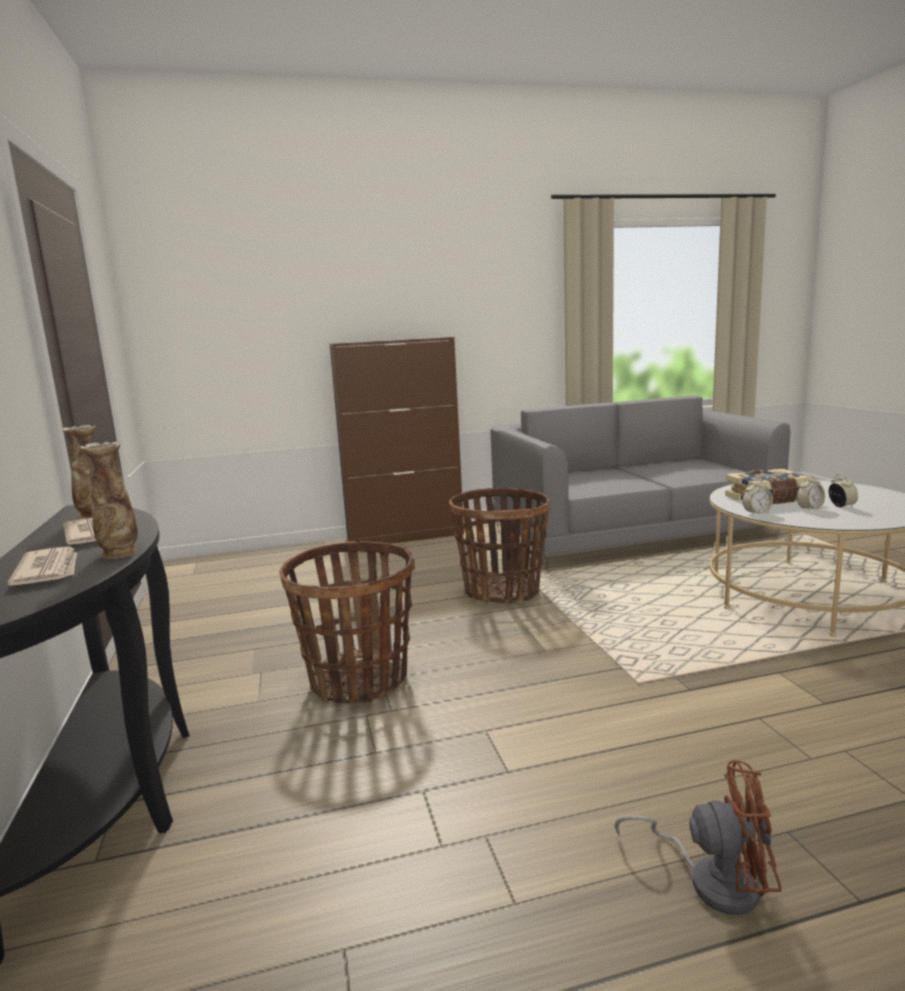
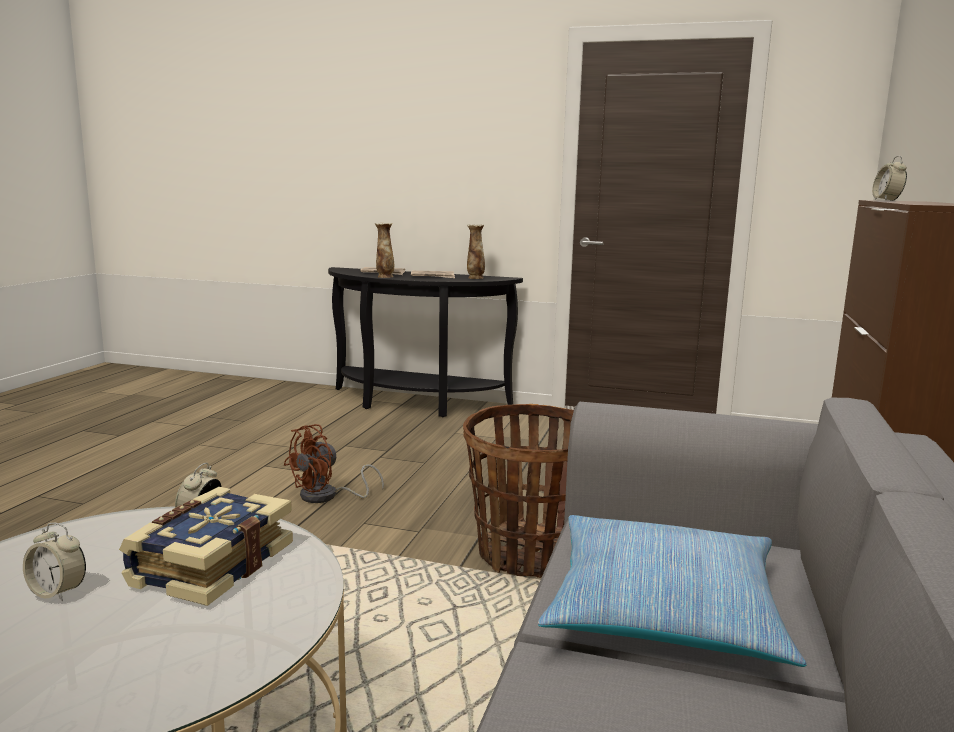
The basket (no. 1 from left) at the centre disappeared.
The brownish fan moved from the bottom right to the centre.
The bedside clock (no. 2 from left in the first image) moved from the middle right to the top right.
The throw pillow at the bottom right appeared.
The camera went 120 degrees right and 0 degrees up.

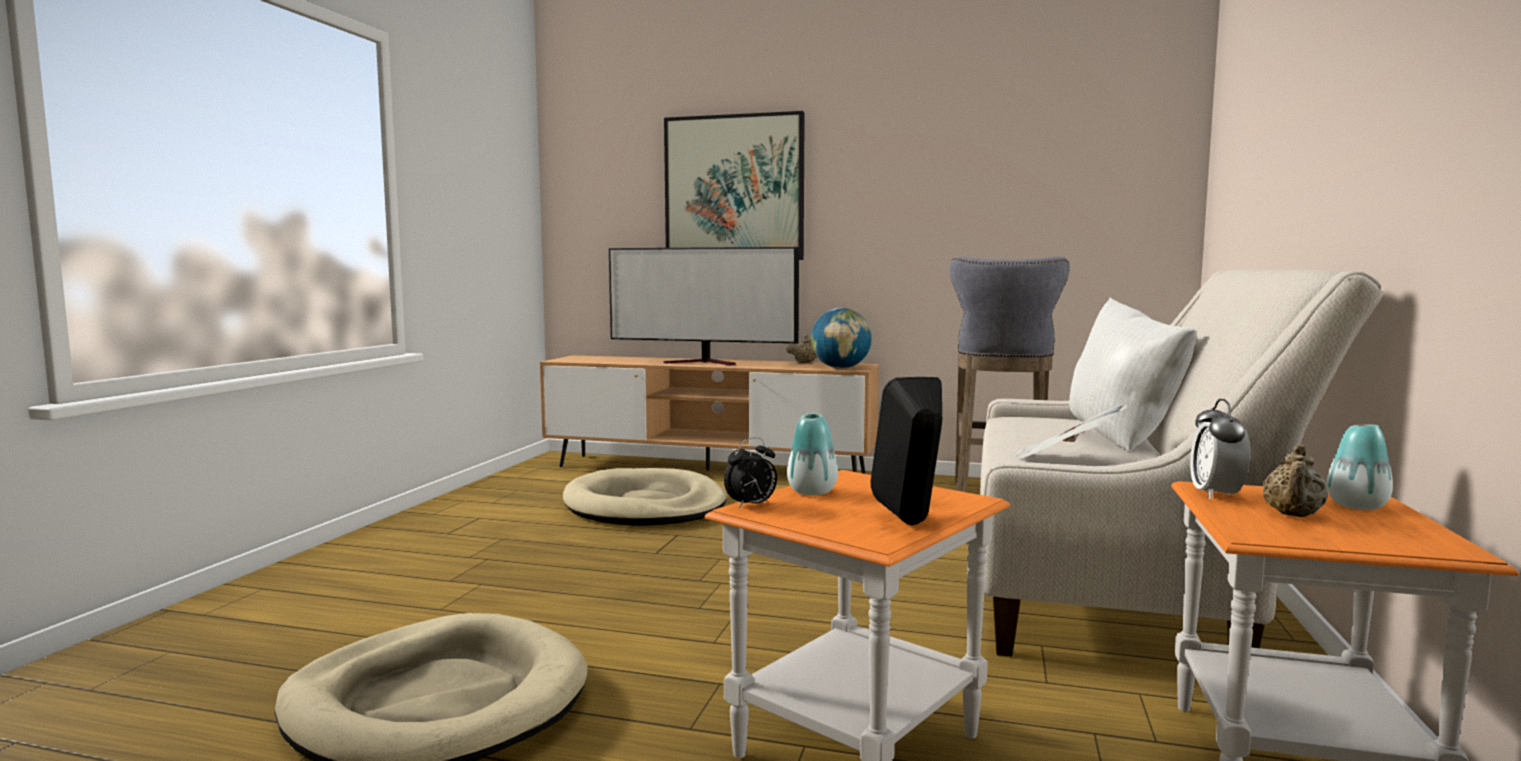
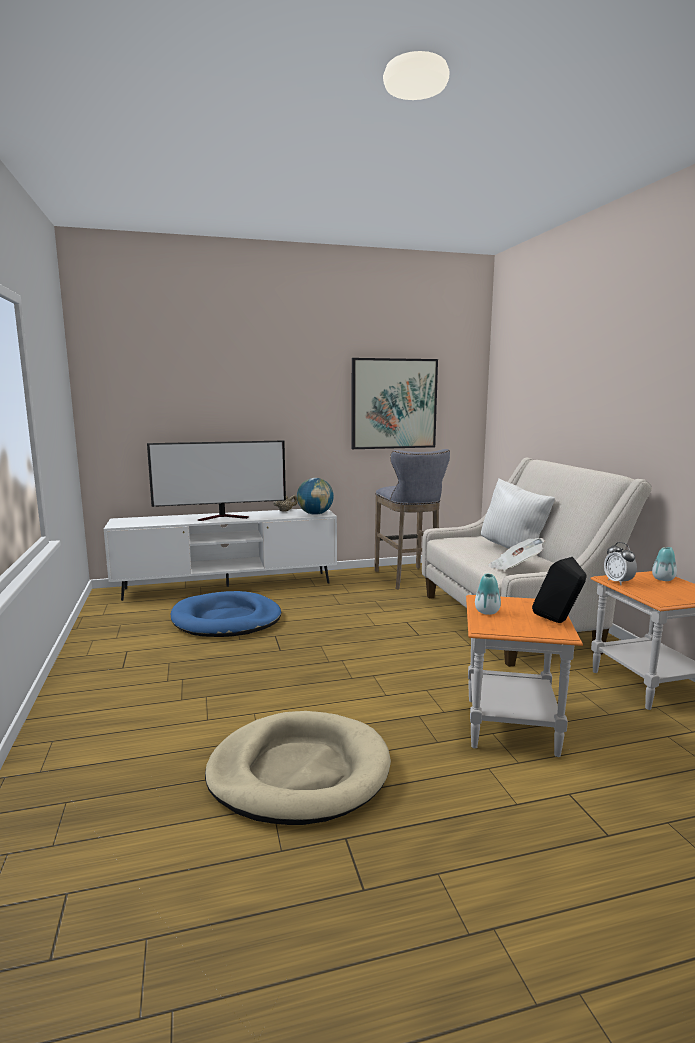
The brownish media console at the centre became the white media console at the middle left.
The sand-coloured pet bed (no. 2 from left) at the centre became the blue pet bed at the middle left.
The wall art moved from the top centre to the centre.
The bedside clock (no. 1 from left) at the centre disappeared.
The sand-coloured teapot (no. 2 from left) at the middle right disappeared.
The camera went 30 degrees left and 5 degrees up.

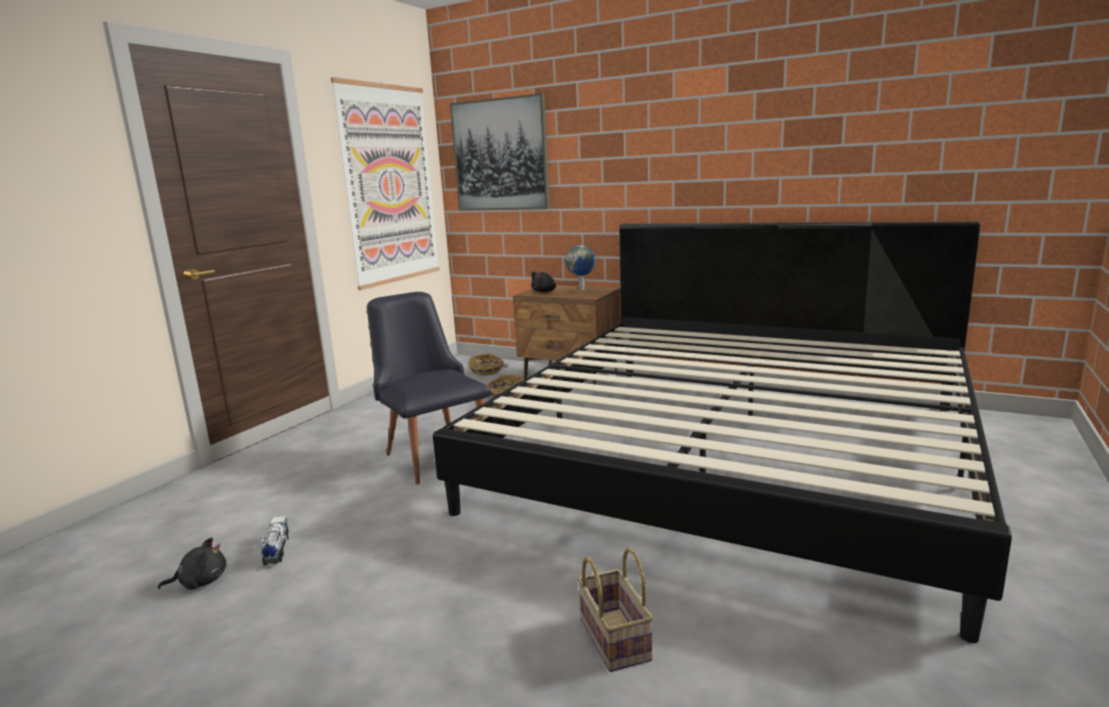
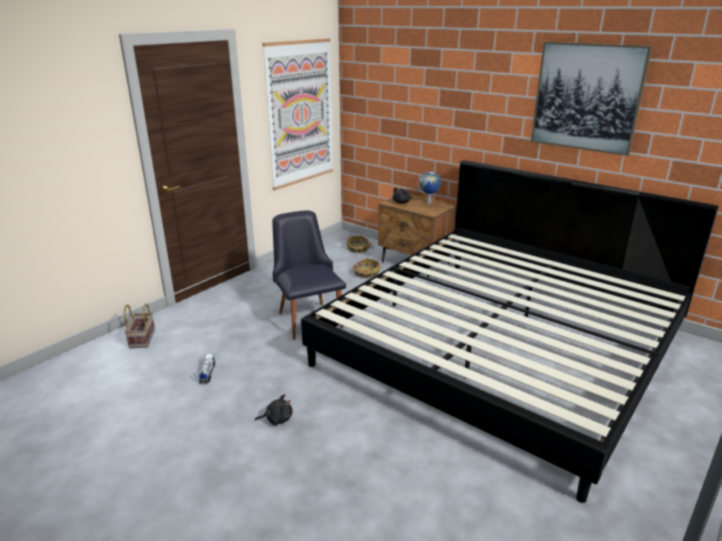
The black plush toy (no. 1 from left) moved from the bottom left to the bottom centre.
The wall art (no. 2 from left) moved from the top centre to the top right.
The basket (no. 3 from left in the first image) moved from the bottom centre to the middle left.
The camera went 10 degrees right and 10 degrees up.

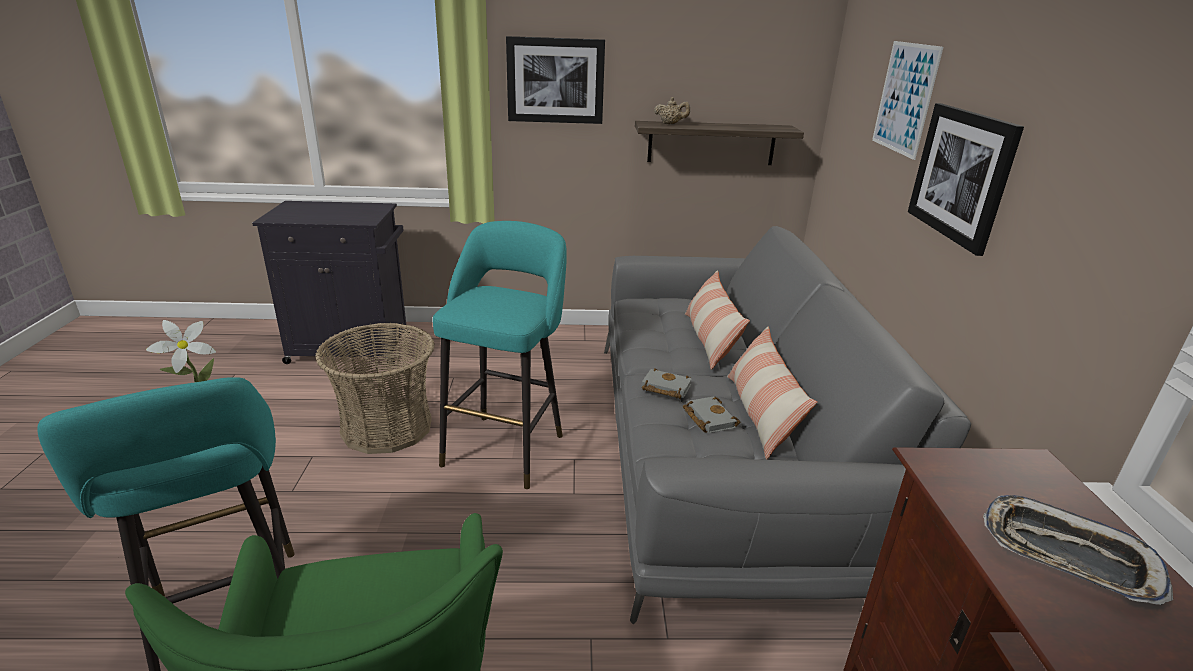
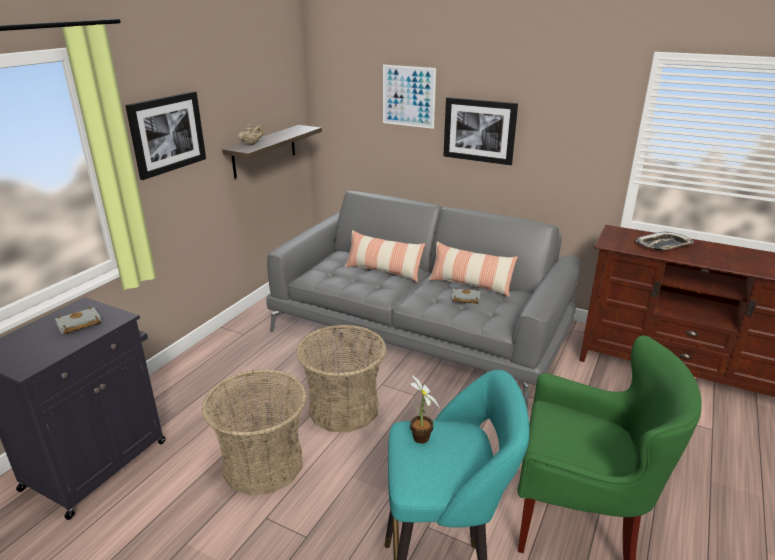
The turquoise-coloured stool (no. 2 from left) at the centre was replaced by the basket (no. 2 from left) at the bottom centre.
The gray book (no. 1 from left) moved from the centre to the middle left.
The camera went 60 degrees left and 0 degrees up.

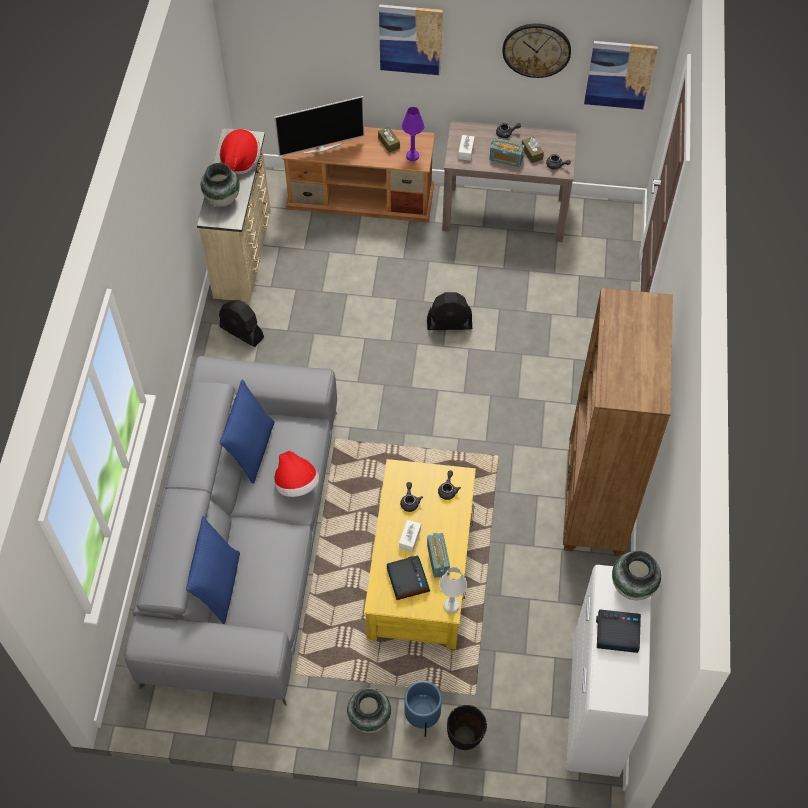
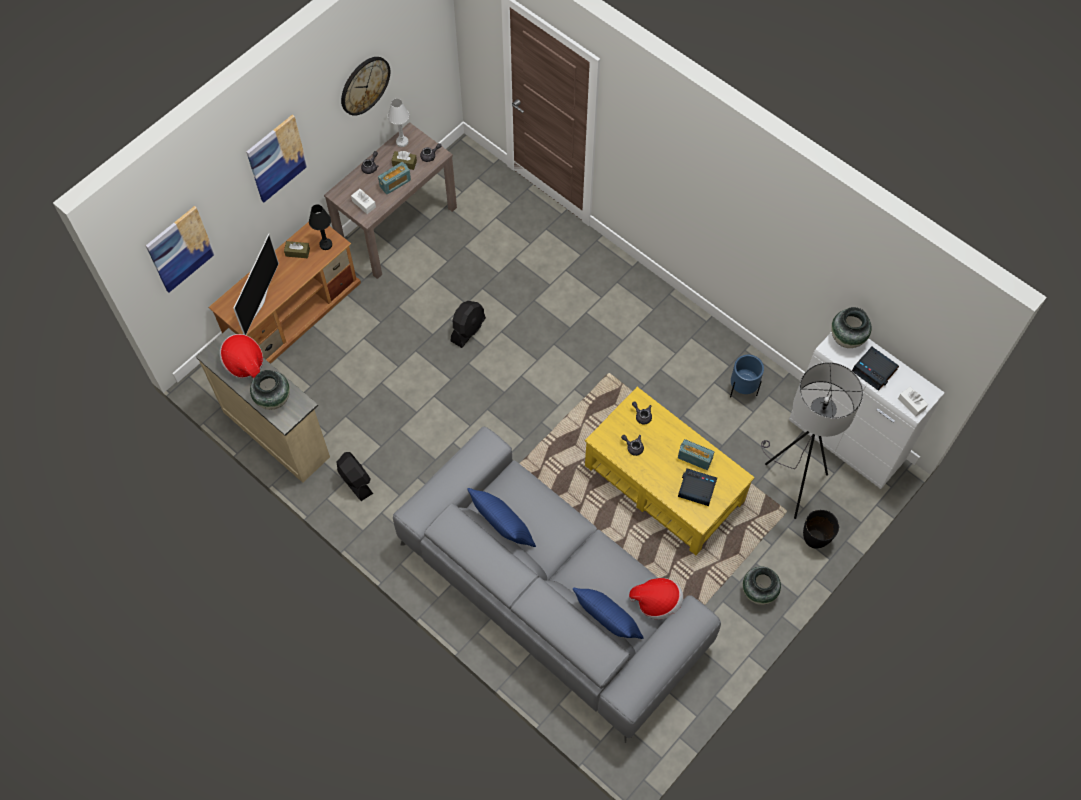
The black fan (no. 1 from left) at the middle left turned 105 degrees counterclockwise.
The hat (no. 2 from left) moved from the centre to the bottom centre.
The white box of tissues (no. 1 from left in the first image) moved from the centre to the middle right.
The purplish table lamp at the top centre became the black table lamp at the top left.
The blue plant pot moved from the bottom centre to the middle right.
The white table lamp moved from the bottom centre to the top centre.
The brownish bookshelf at the middle right disappeared.
The wall art (no. 2 from left in the first image) moved from the top right to the top left.
The bedside clock (no. 2 from left) at the bottom right turned 90 degrees counterclockwise.
The gray floor lamp at the middle right appeared.
The camera went 55 degrees left and 5 degrees up.

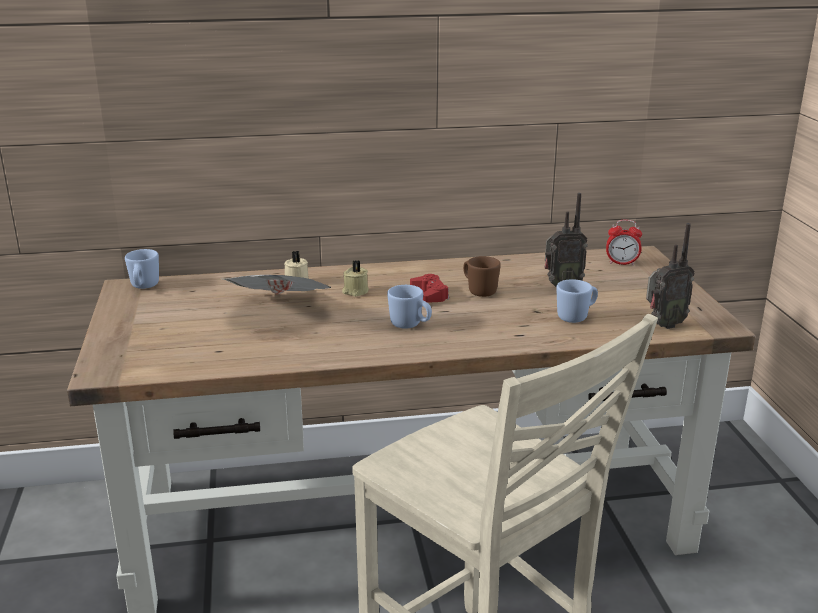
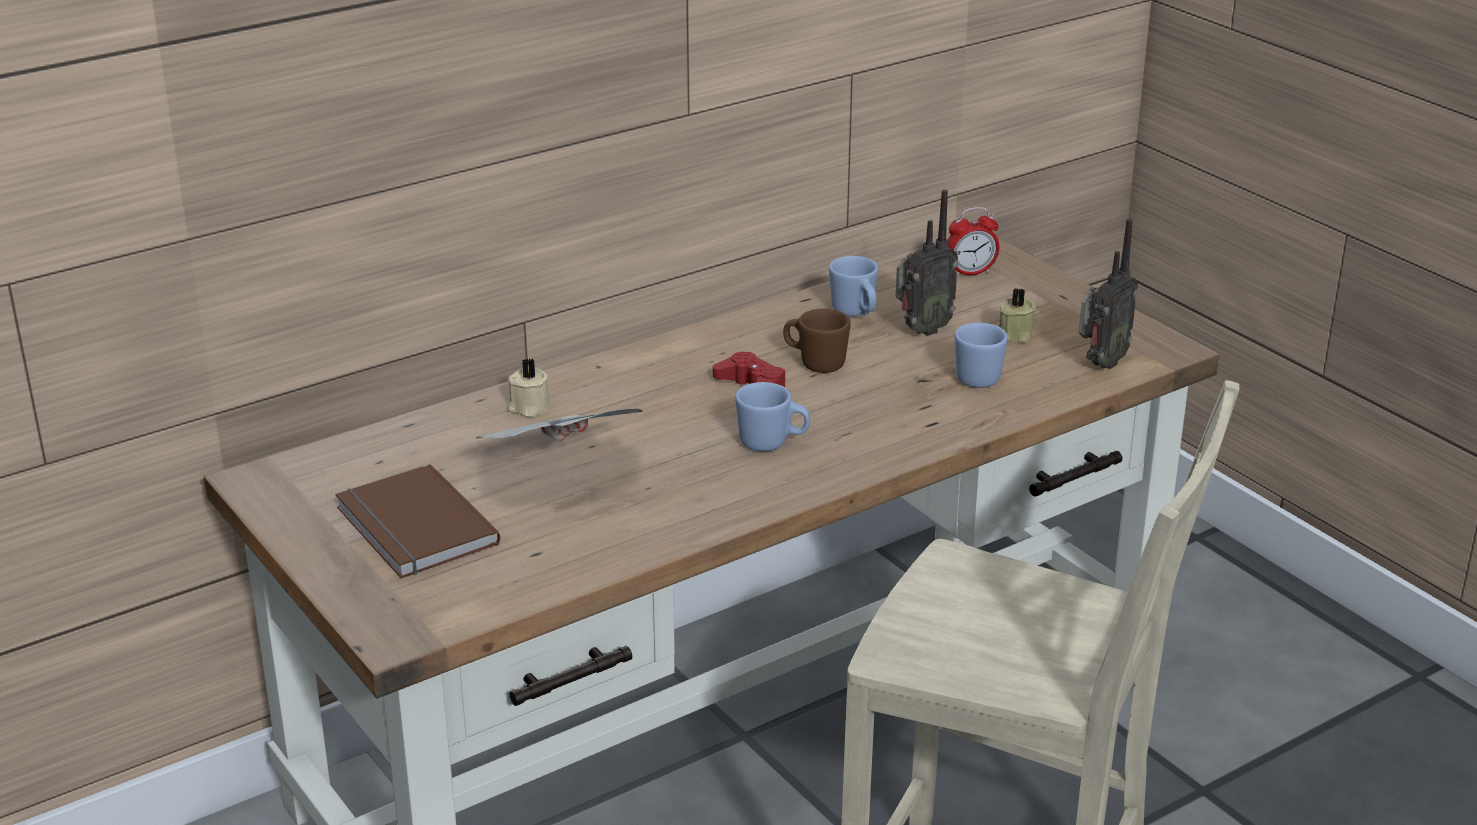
The blue coffee mug (no. 1 from left in the first image) moved from the middle left to the centre.
The sand-coloured candle (no. 2 from left) moved from the centre to the middle right.
The brownish book at the middle left appeared.
The camera went 25 degrees left and 5 degrees up.

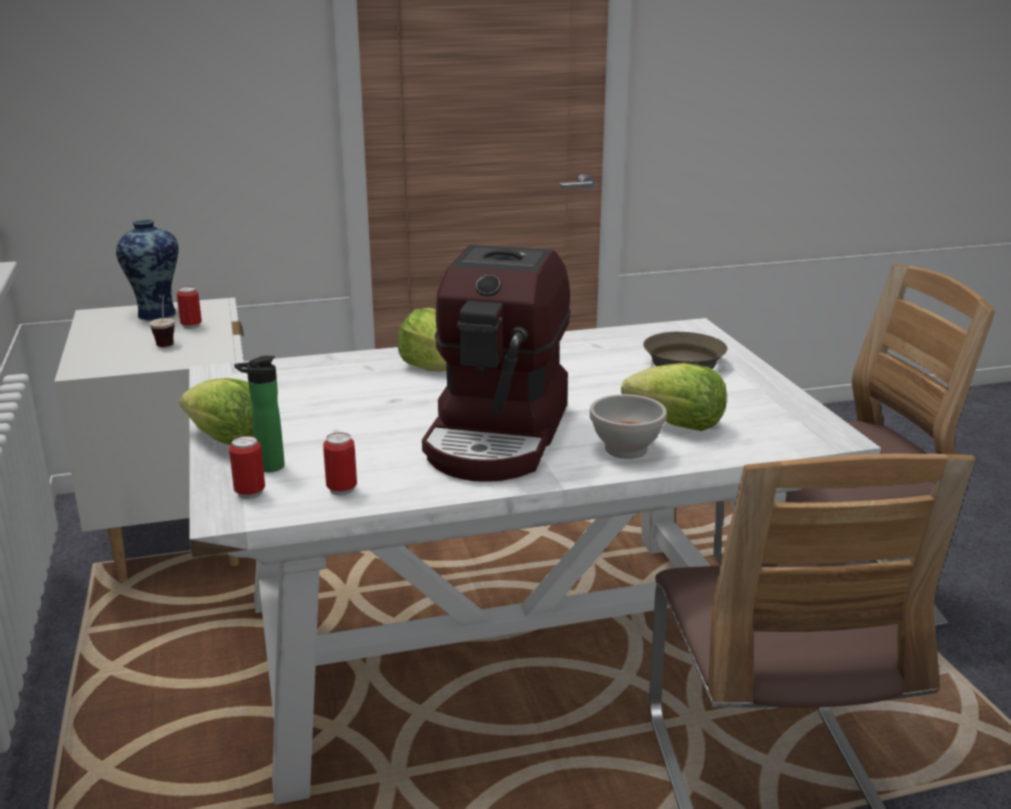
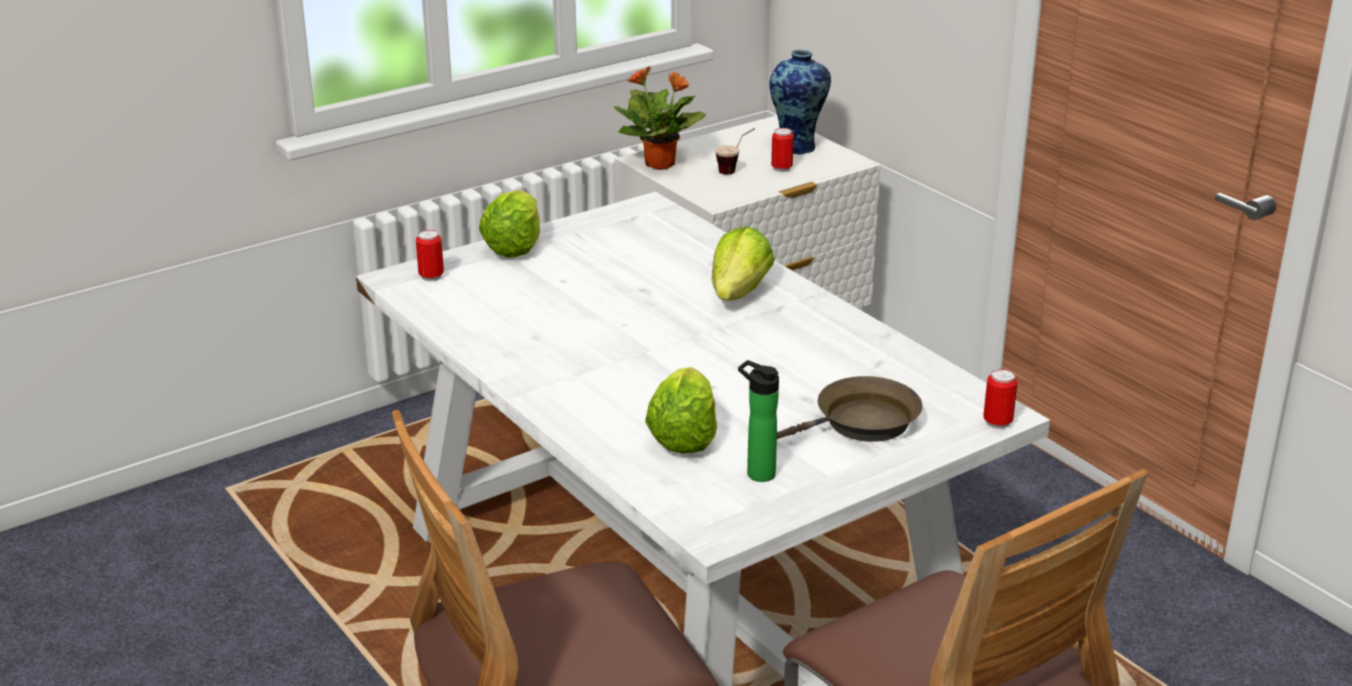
The beverage bottle moved from the middle left to the centre.
The can (no. 3 from left) moved from the centre to the middle right.
The coffee machine at the centre disappeared.
The white bowl at the centre disappeared.
The houseplant at the top centre appeared.
The camera went 70 degrees right and 5 degrees up.

